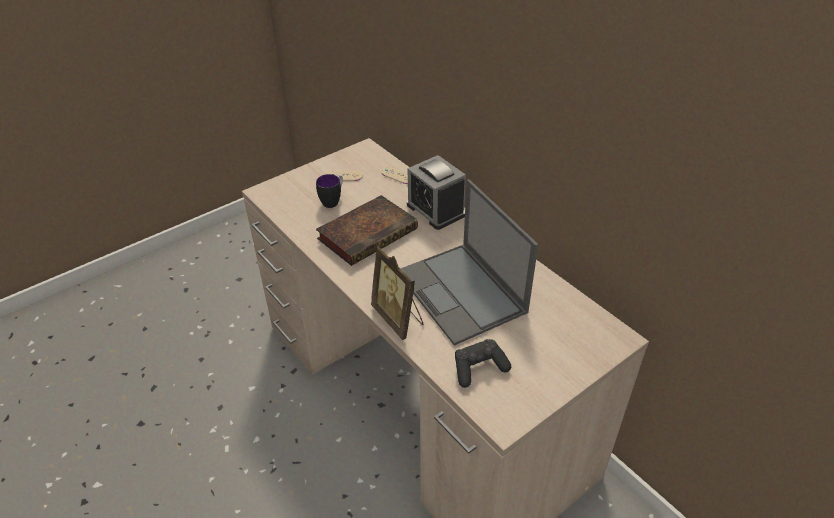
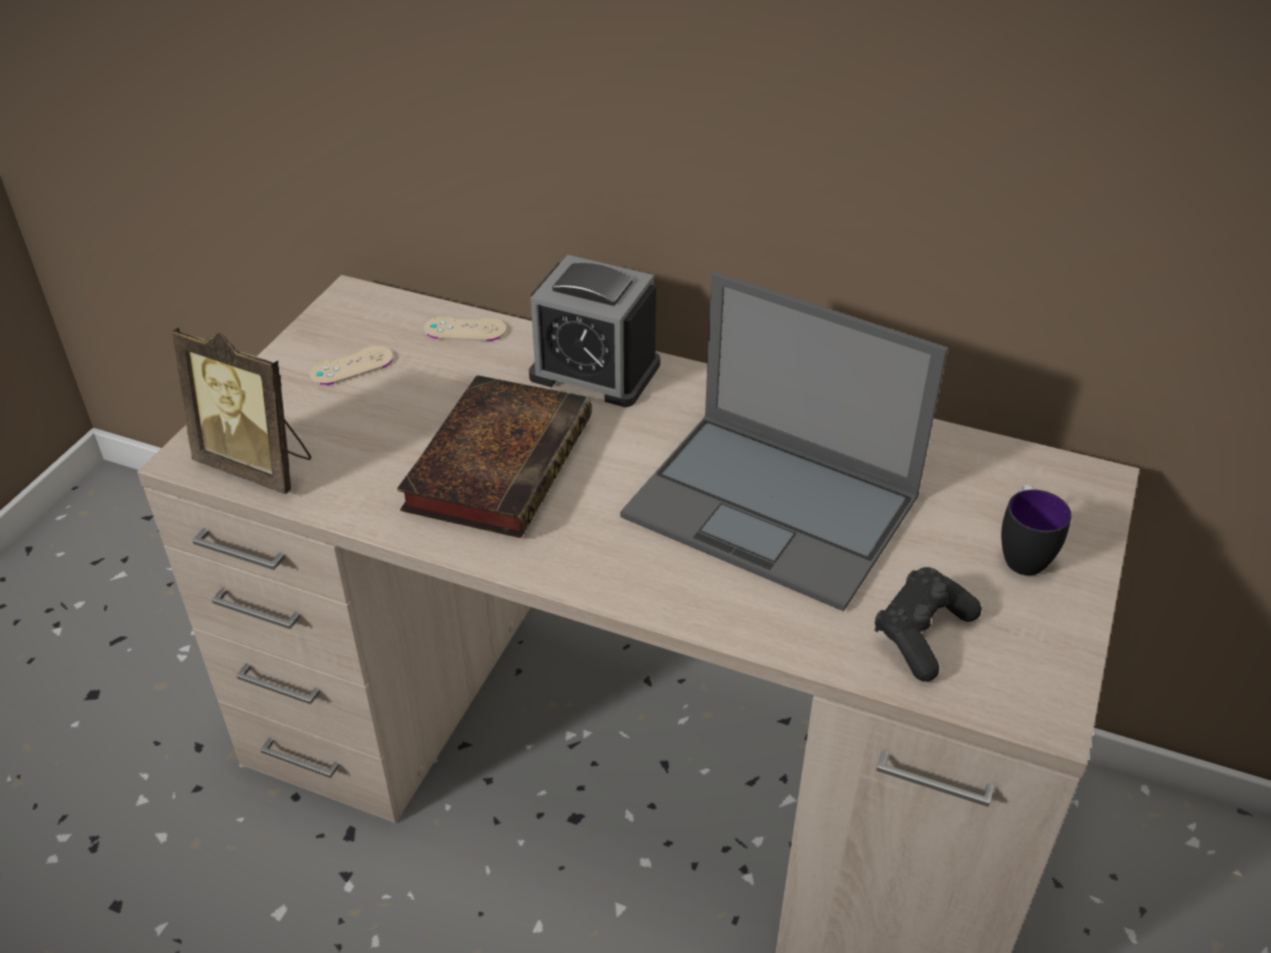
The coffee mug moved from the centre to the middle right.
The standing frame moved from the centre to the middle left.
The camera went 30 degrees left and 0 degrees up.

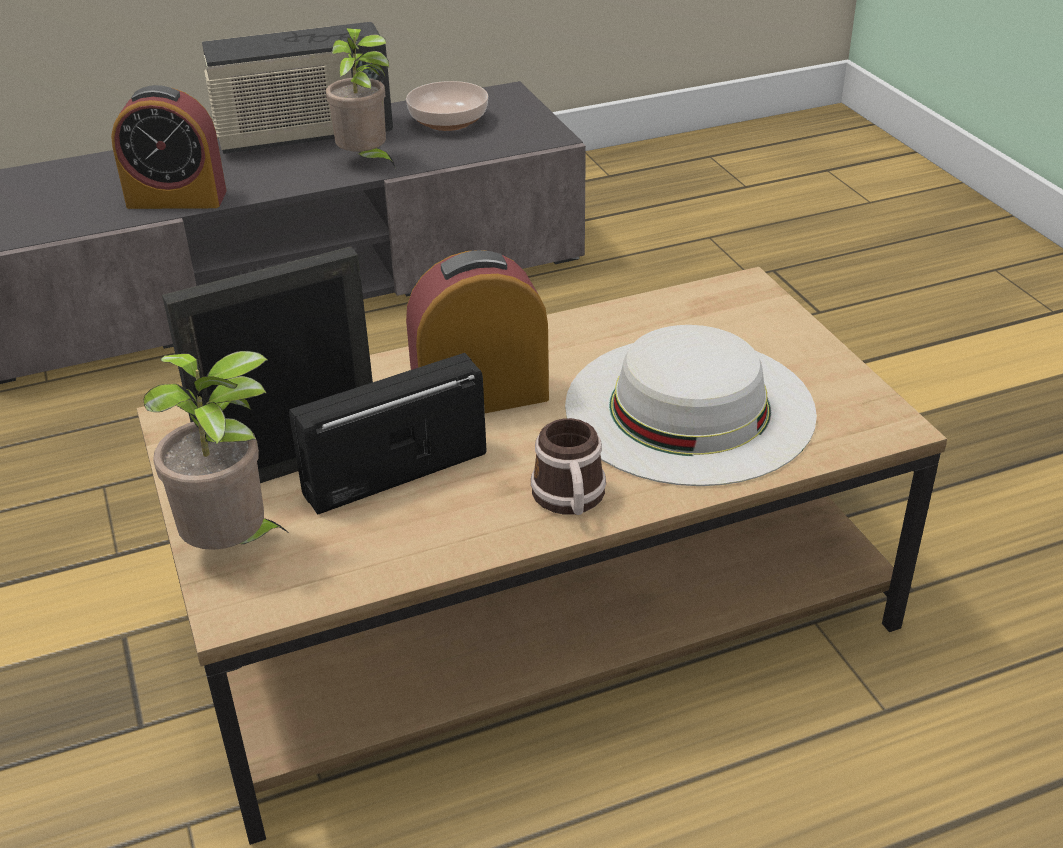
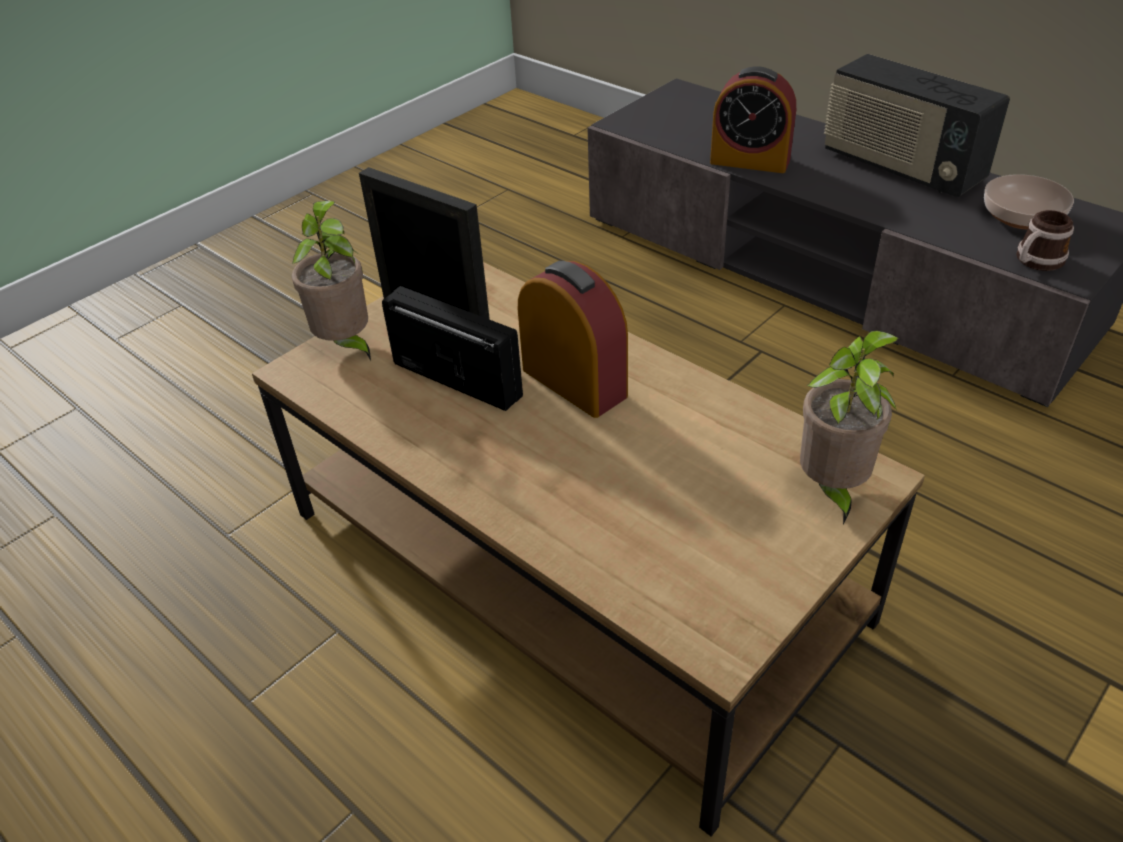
The bedside clock (no. 1 from left in the first image) at the top left turned 45 degrees counterclockwise.
The houseplant (no. 2 from left) moved from the top centre to the middle right.
The coffee mug moved from the centre to the top right.
The white hat at the centre disappeared.
The camera went 65 degrees right and 5 degrees up.

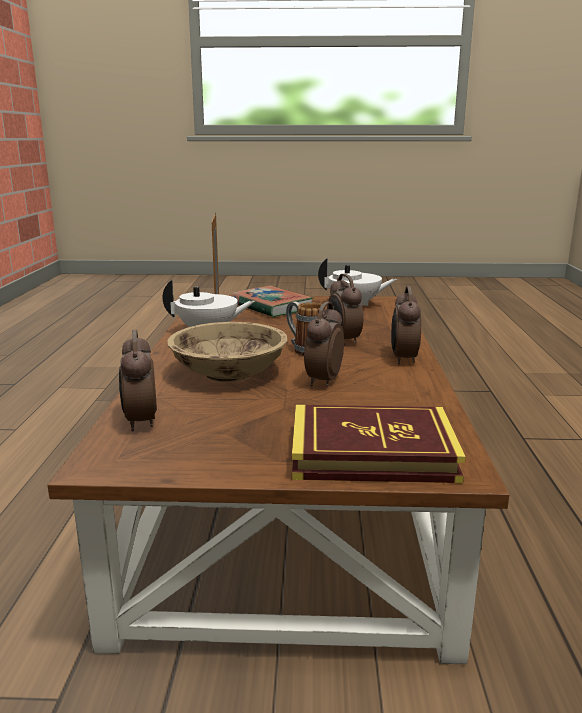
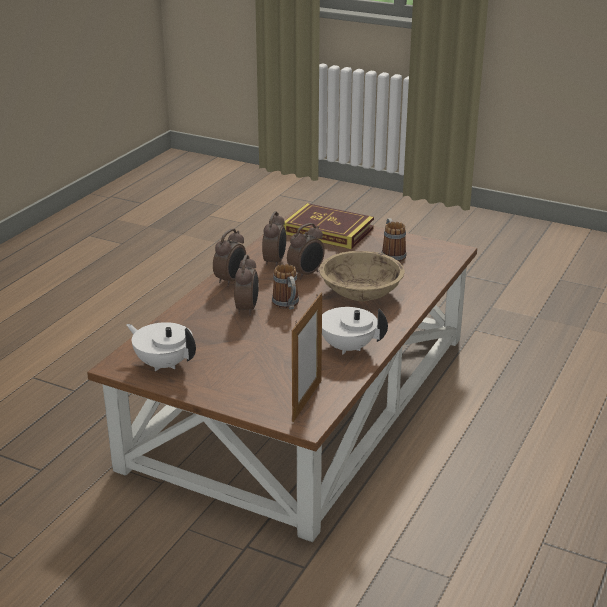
The bedside clock (no. 1 from left in the first image) moved from the middle left to the centre.
The book (no. 1 from left) at the centre disappeared.
The coffee mug (no. 2 from left) at the centre appeared.
The camera went 155 degrees left and 10 degrees up.

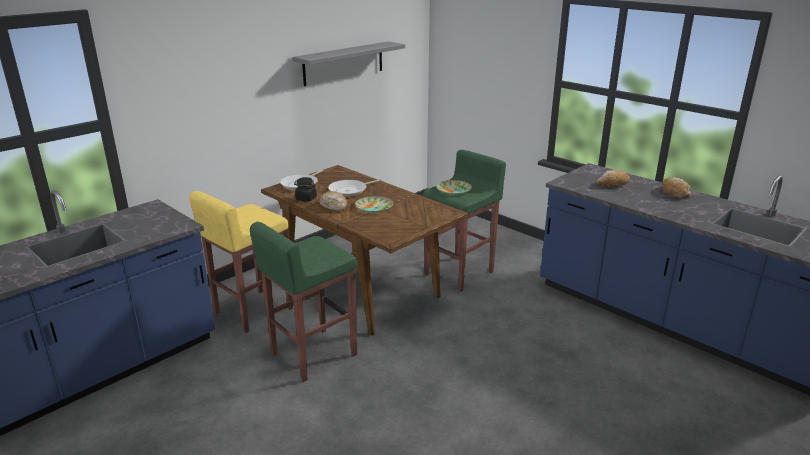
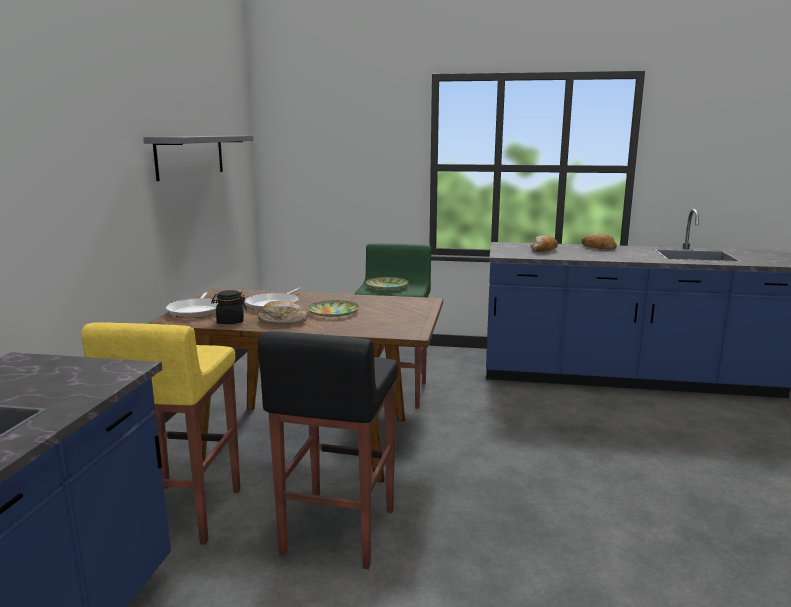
The green-coloured stool (no. 1 from left) at the centre became the black stool at the bottom centre.
The camera went 35 degrees left and 10 degrees down.

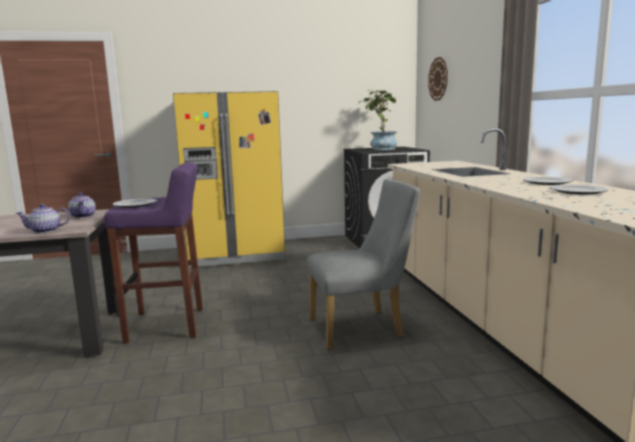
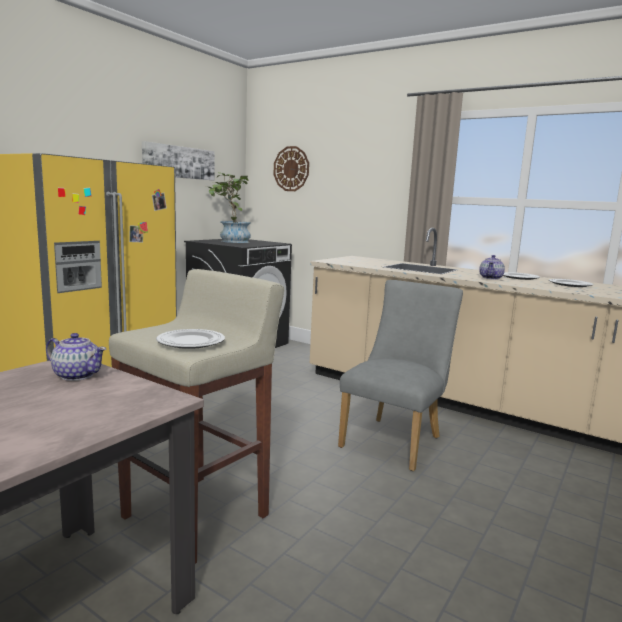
The teapot (no. 1 from left in the first image) moved from the middle left to the middle right.
The purplish stool at the middle left became the sand-coloured stool at the bottom left.
The wall art at the top left appeared.
The camera went 45 degrees left and 0 degrees up.

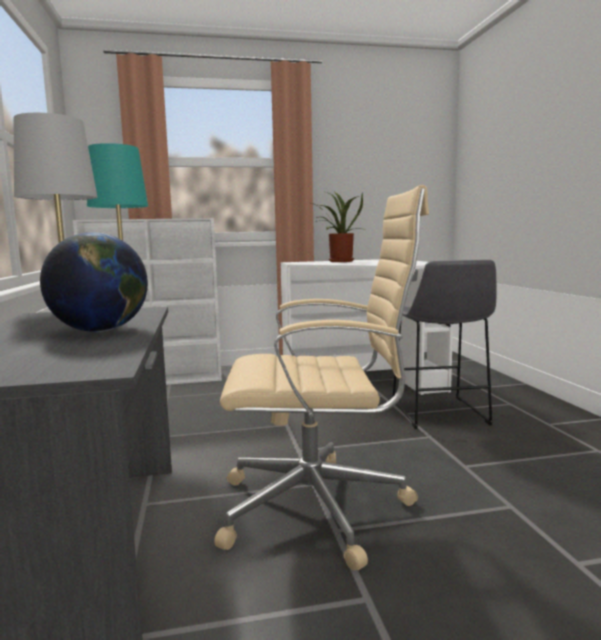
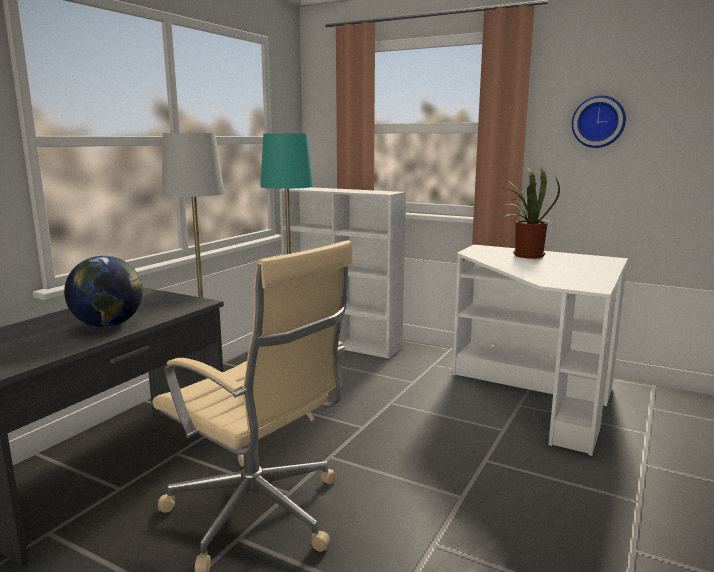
The gray stool at the middle right disappeared.
The clock on the wall at the top right appeared.
The camera went 40 degrees right and 5 degrees up.

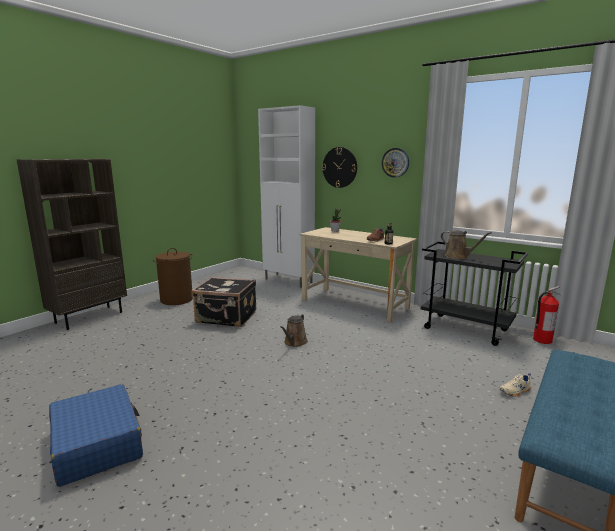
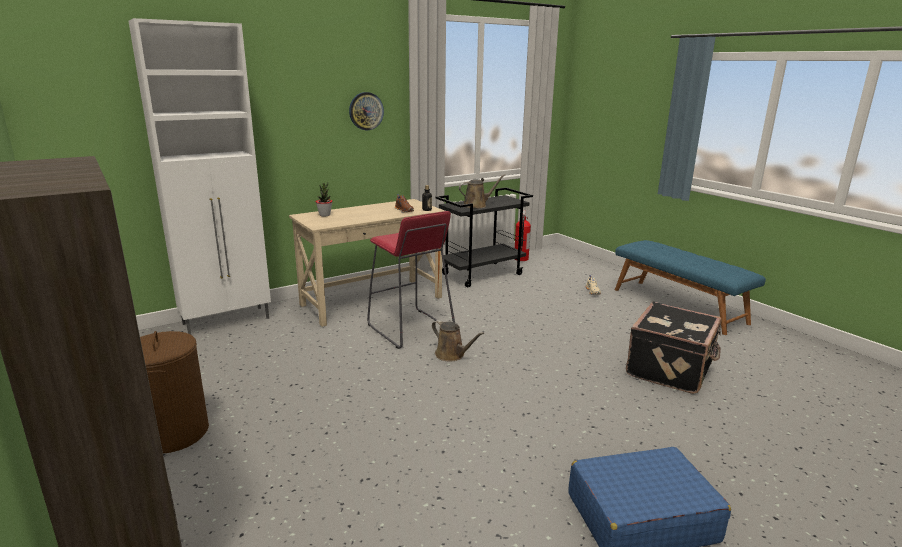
The black piece of luggage moved from the centre to the middle right.
The clock on the wall (no. 1 from left) at the top centre disappeared.
The red-coloured stool at the centre appeared.
The camera went 70 degrees left and 5 degrees up.

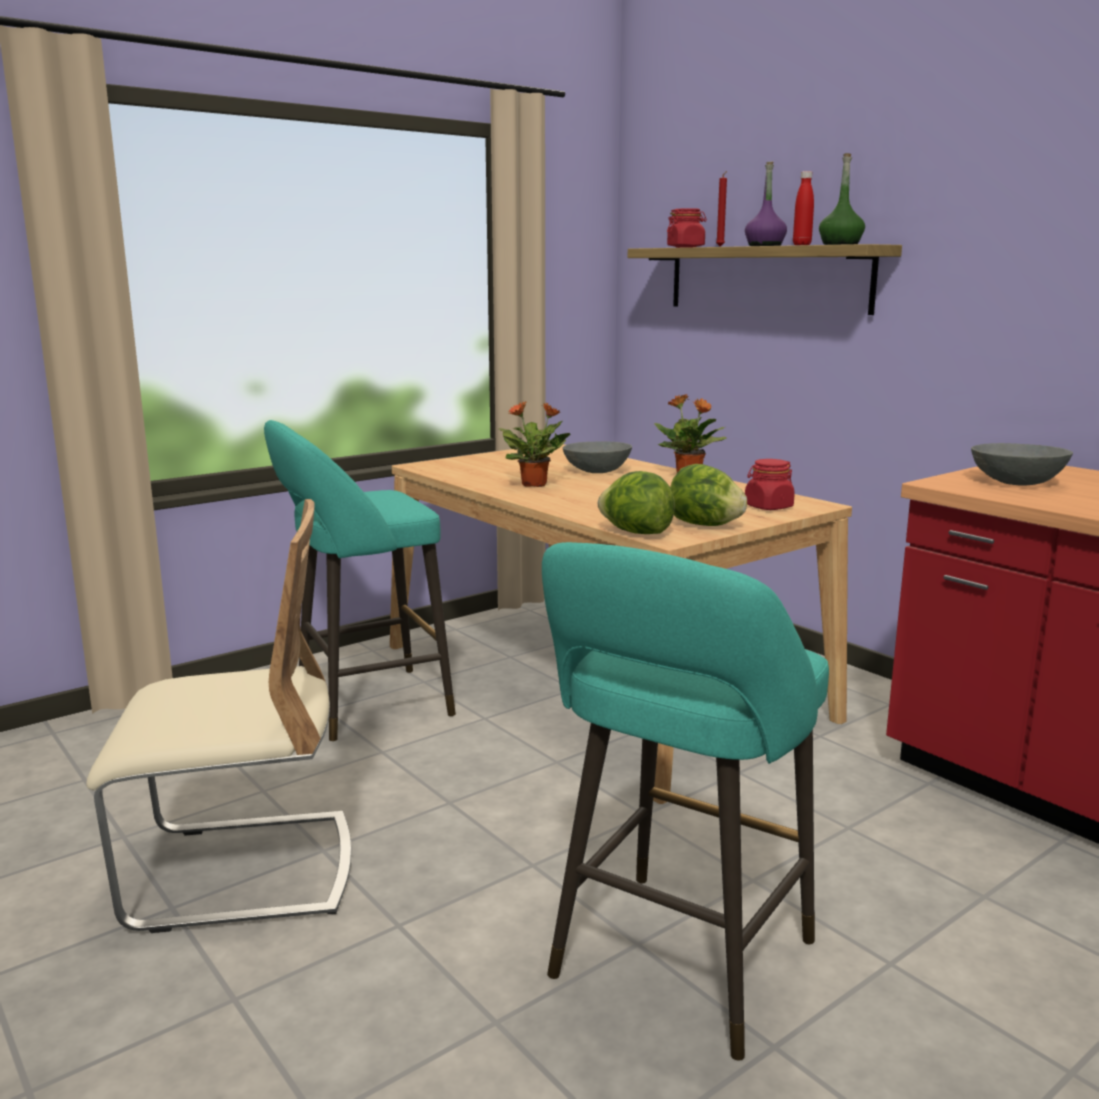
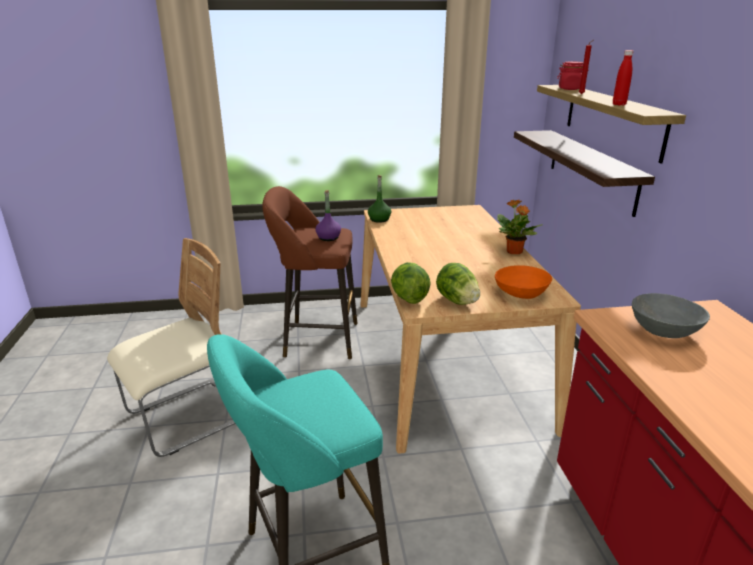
The sand-coloured chair at the middle left turned 60 degrees counterclockwise.
The turquoise-coloured stool (no. 1 from left) at the middle left became the brownish stool at the centre.
The houseplant (no. 1 from left) at the centre disappeared.
The gray bowl (no. 1 from left) at the centre disappeared.
The purplish beverage bottle moved from the top right to the centre.
The red-coloured preserve jar (no. 2 from left) at the middle right was replaced by the orange bowl at the middle right.
The green-coloured beverage bottle moved from the top right to the centre.
The shelf (no. 1 from left) at the top right appeared.
The camera went 30 degrees right and 10 degrees up.

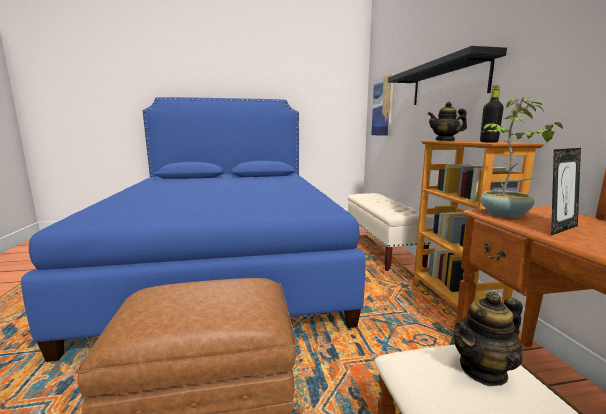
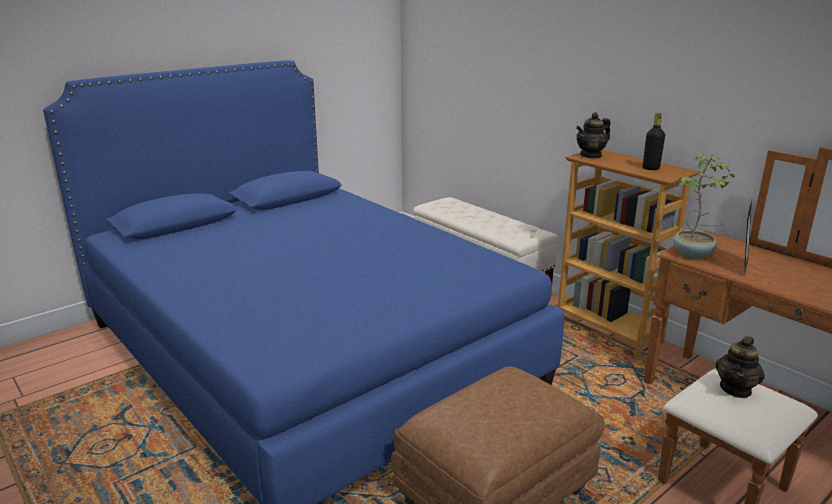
The wall art at the top centre disappeared.
The black shelf at the top right disappeared.
The camera went 30 degrees left and 10 degrees up.

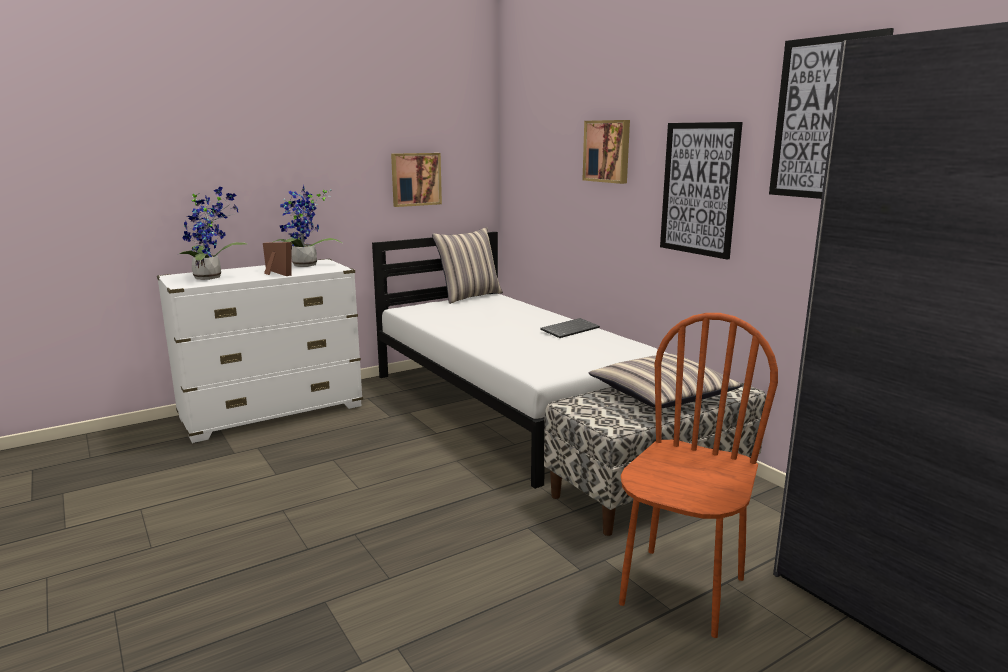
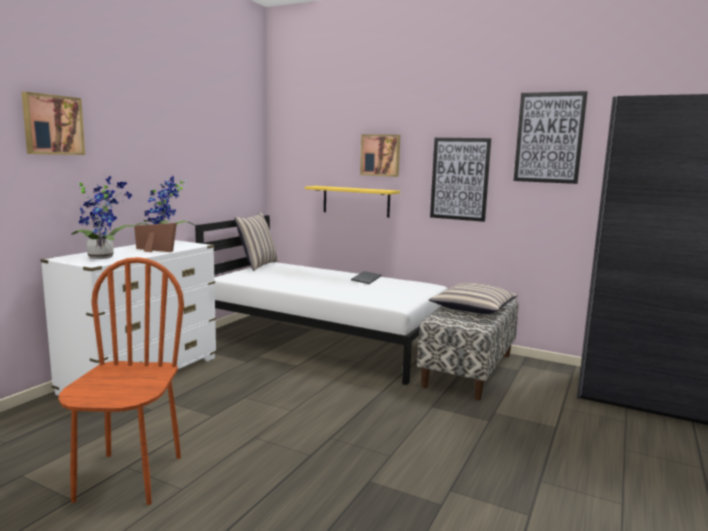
The wall art (no. 1 from left) moved from the top centre to the top left.
The brownish chair moved from the bottom right to the bottom left.
The yellow-coloured shelf at the centre appeared.
The camera went 30 degrees left and 5 degrees down.

